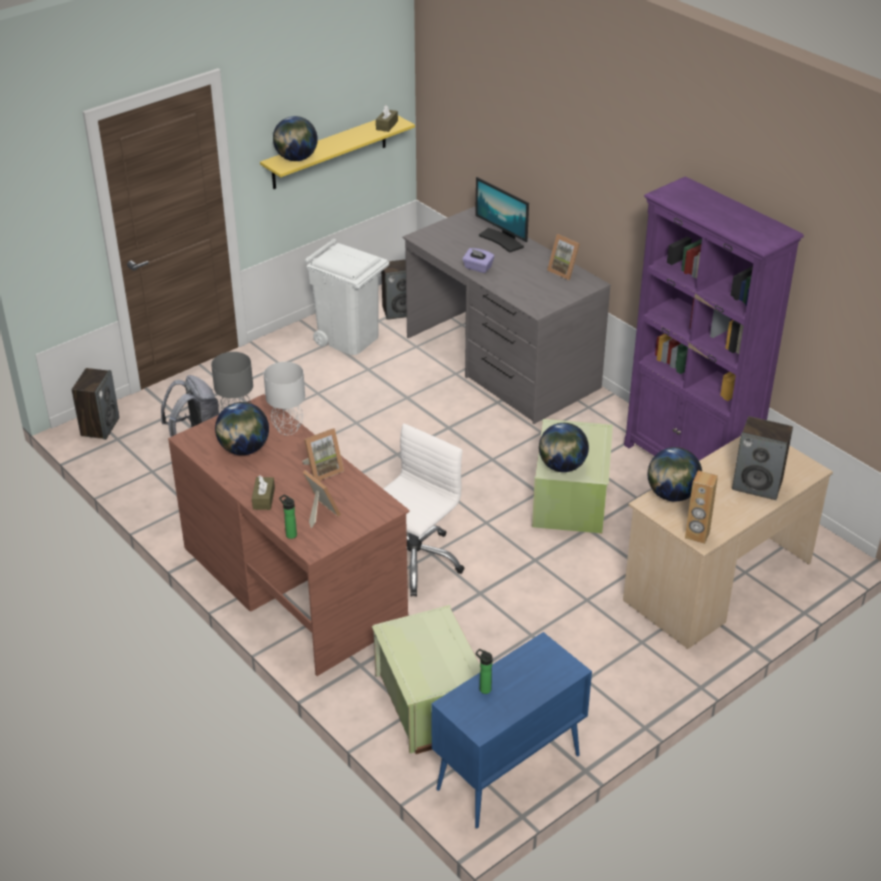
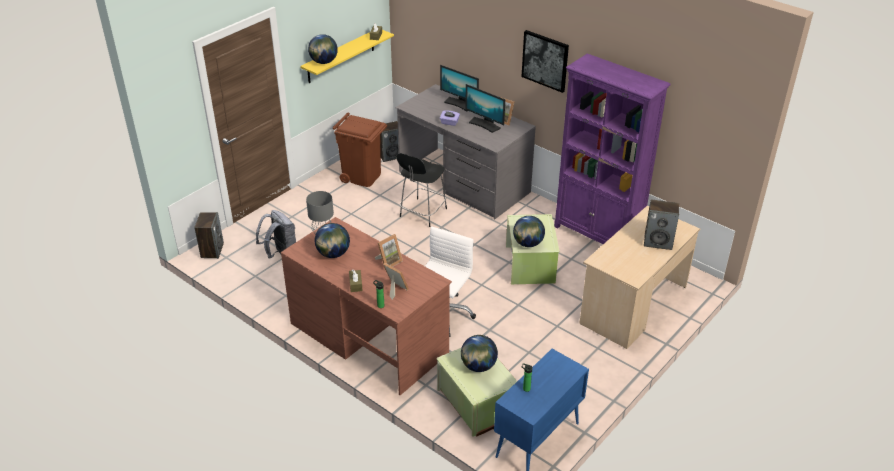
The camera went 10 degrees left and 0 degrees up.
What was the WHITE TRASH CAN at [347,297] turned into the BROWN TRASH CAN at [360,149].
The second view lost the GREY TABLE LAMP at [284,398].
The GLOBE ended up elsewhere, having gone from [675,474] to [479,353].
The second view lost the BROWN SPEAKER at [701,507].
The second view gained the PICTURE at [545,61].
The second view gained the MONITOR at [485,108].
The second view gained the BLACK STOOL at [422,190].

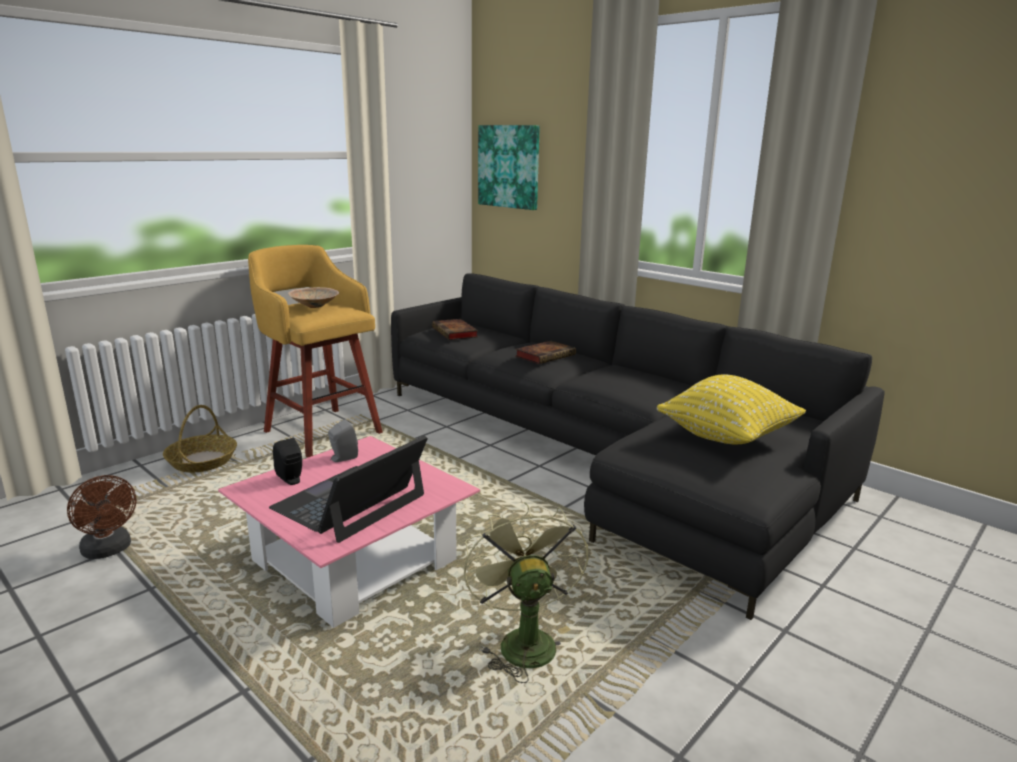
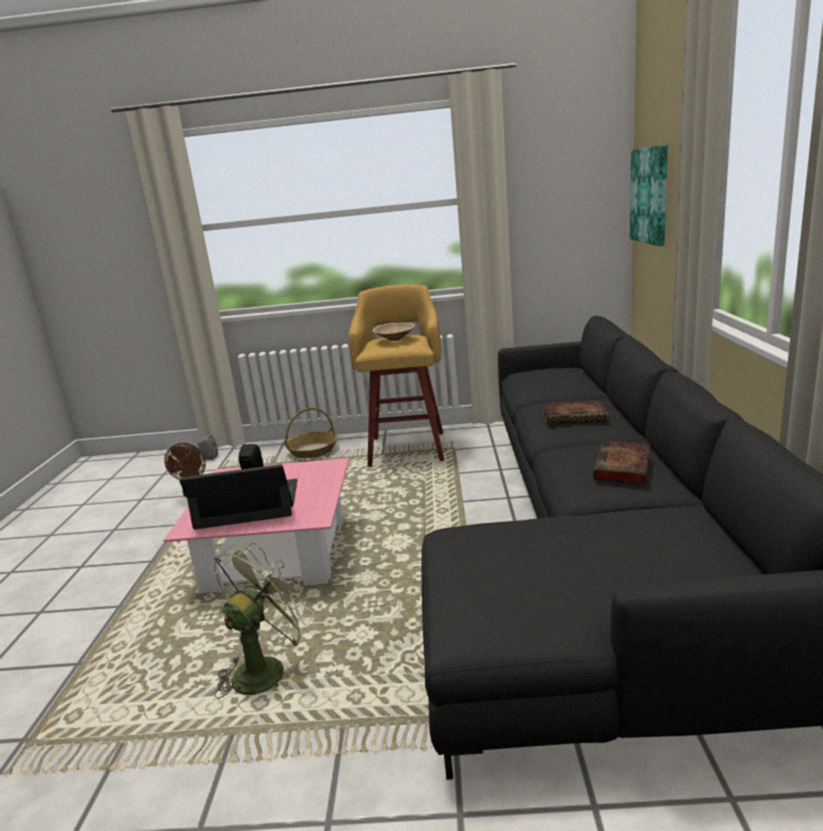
The camera went 50 degrees right and 0 degrees up.
The BOOK ended up elsewhere, having gone from [455,329] to [621,462].
The second view lost the YELLOW PILLOW at [731,409].
The GREY SPEAKER ended up elsewhere, having gone from [343,440] to [208,447].

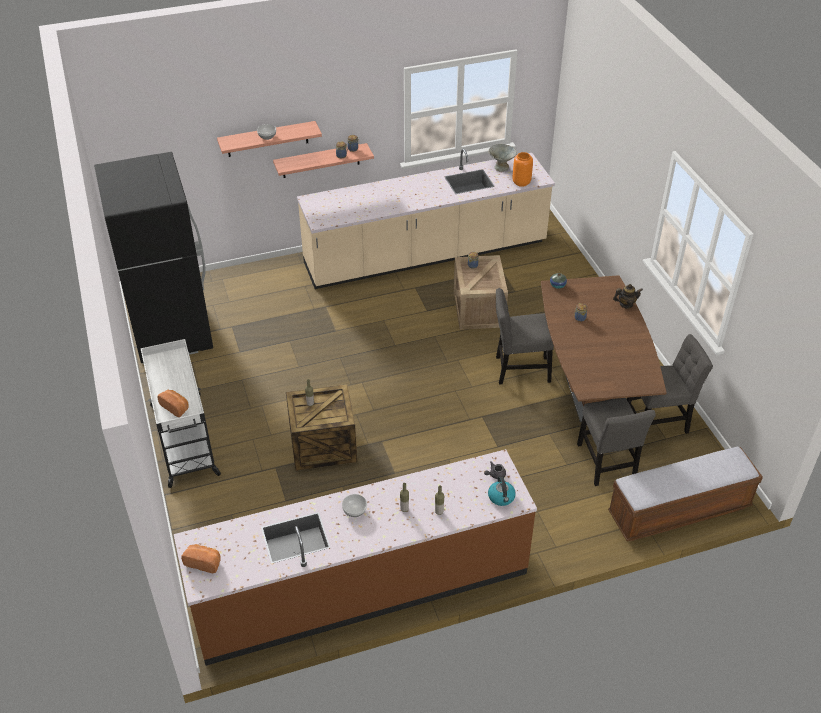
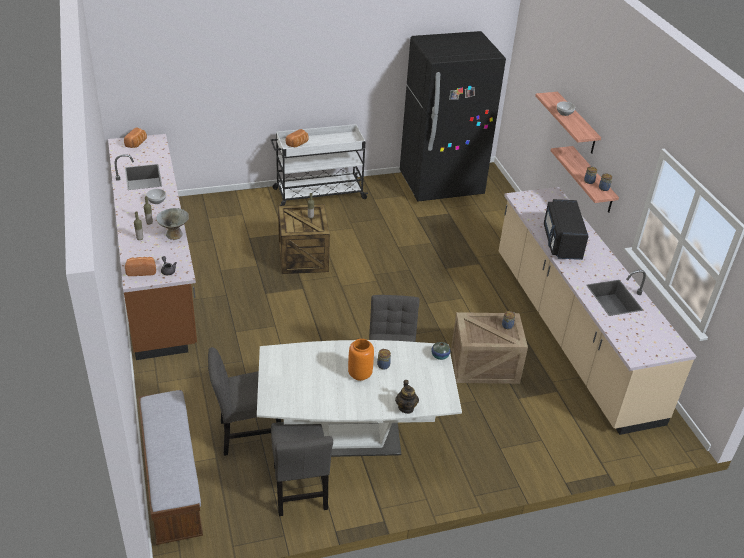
The camera went 90 degrees right and 5 degrees down.
The GREY BOWL ended up elsewhere, having gone from [502,158] to [172,224].
The ORANGE VASE ended up elsewhere, having gone from [523,169] to [361,360].
What was the BROWN DINING TABLE at [604,348] turned into the WHITE DINING TABLE at [359,398].
Where the KETTLE stood at [502,491], the BREAD came to stand at [140,266].
The second view gained the BLACK MICROWAVE at [566,229].

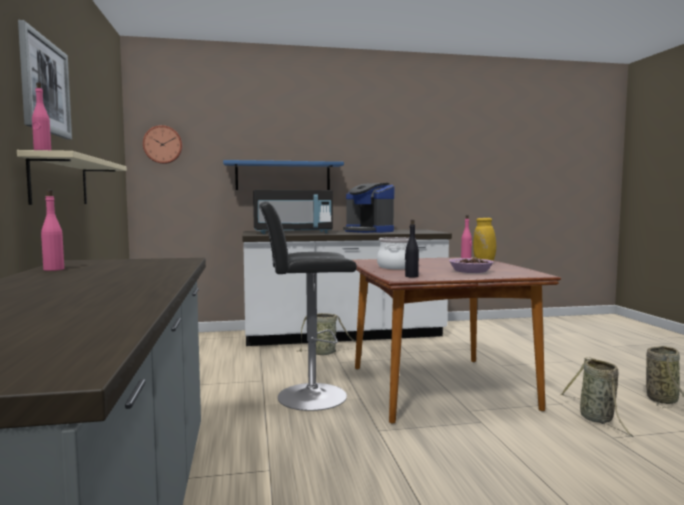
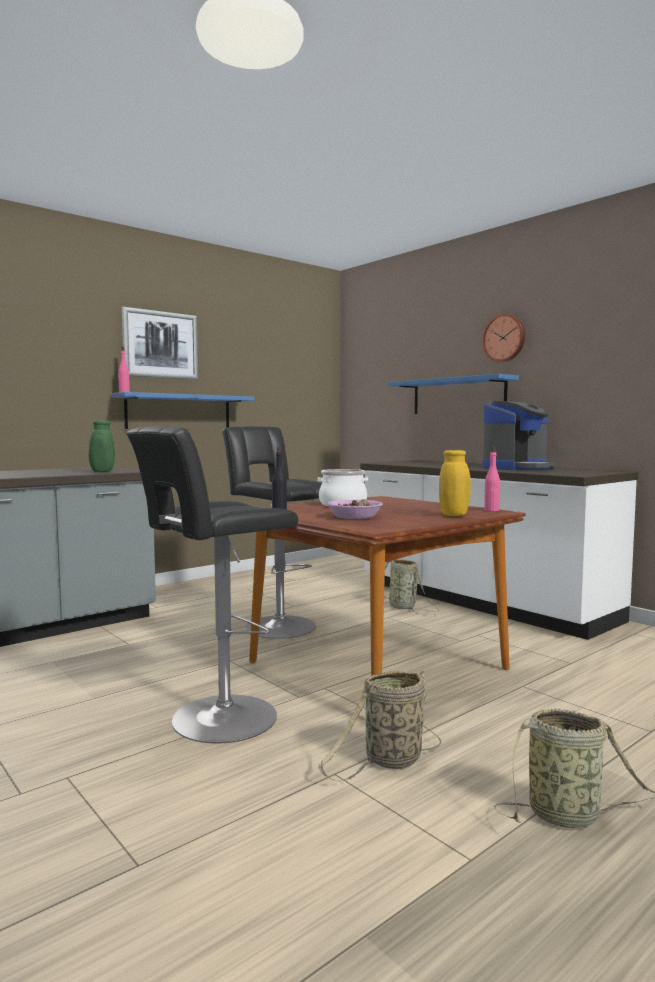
The camera went 60 degrees right and 0 degrees up.
The WALL CLOCK ended up elsewhere, having gone from [163,144] to [503,338].
What was the BEIGE SHELF at [72,177] turned into the BLUE SHELF at [182,410].
The COFFEE MACHINE at [368,208] ended up facing another way, 150 degrees counterclockwise from before.
The second view lost the PINK BOTTLE at [52,230].
The second view lost the BLACK MICROWAVE at [293,212].
The second view gained the GREEN VASE at [92,445].
The second view gained the BLACK STOOL at [212,584].

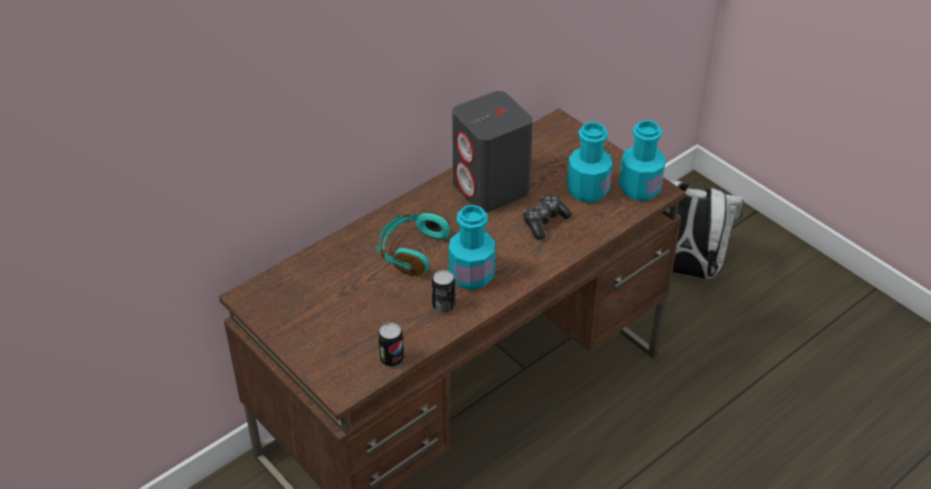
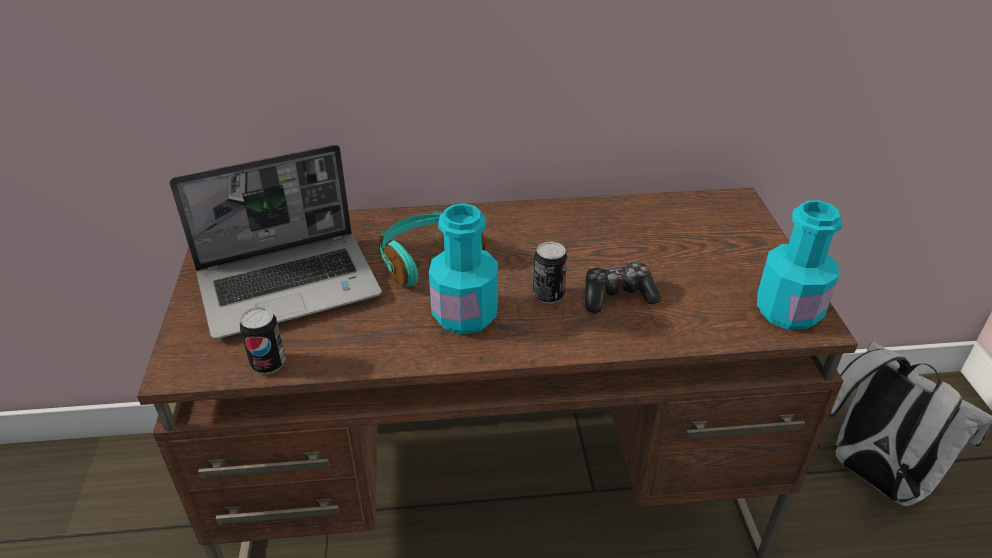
The camera went 35 degrees right and 5 degrees down.
The second view lost the GREY SPEAKER at [492,152].
The second view lost the TURQUOISE BOTTLE at [590,162].
The CAN ended up elsewhere, having gone from [443,291] to [550,273].
The second view gained the LAPTOP at [275,242].

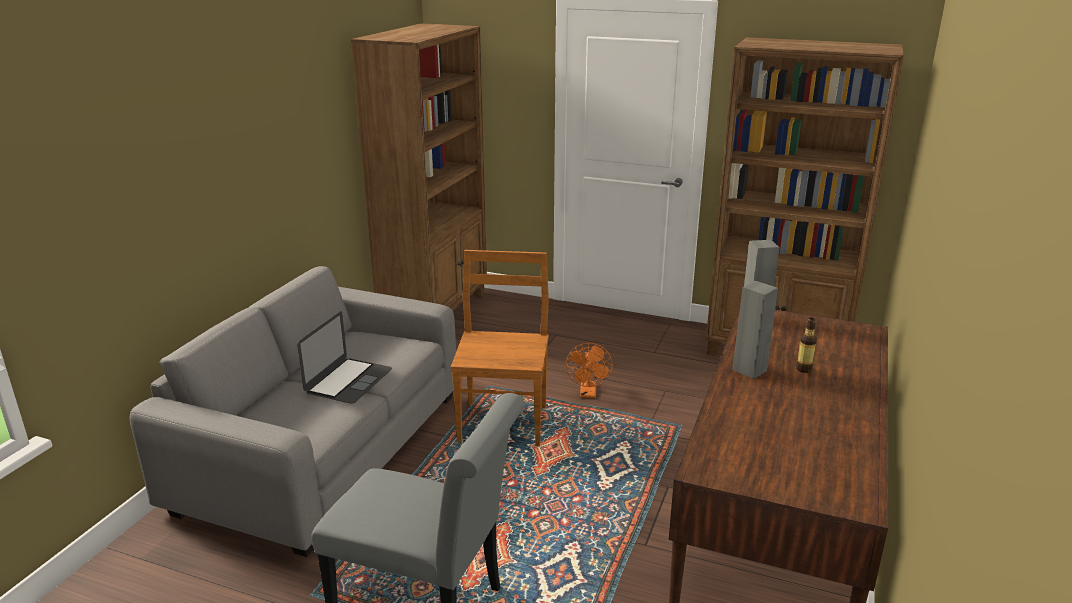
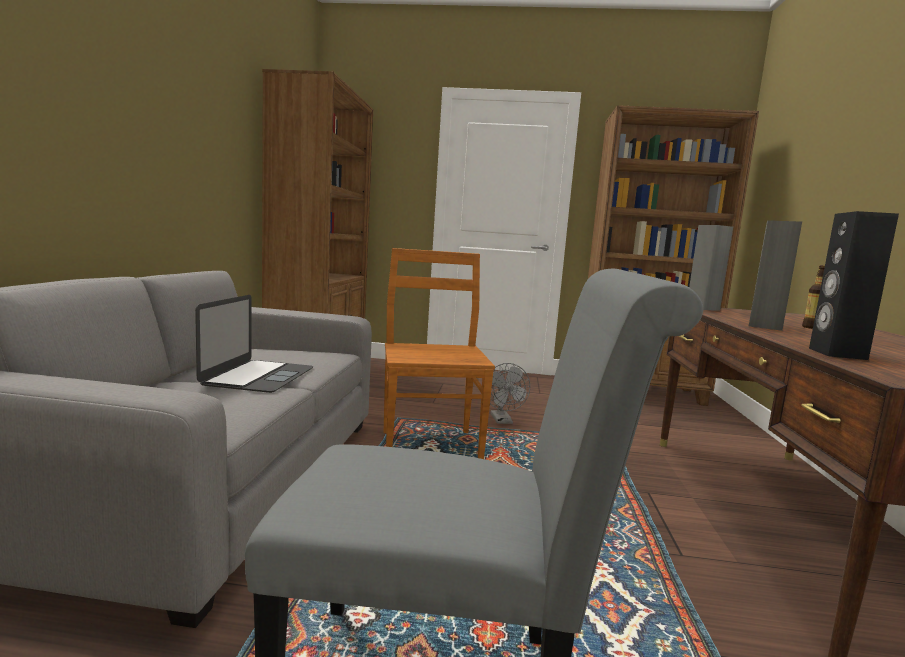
The camera went 15 degrees left and 15 degrees down.
What was the ORANGE FAN at [589,370] turned into the GREY FAN at [510,393].
The second view gained the BLACK SPEAKER at [854,285].

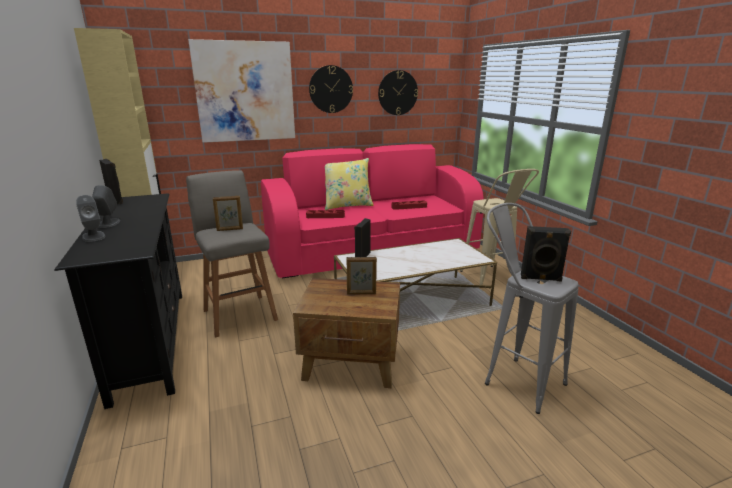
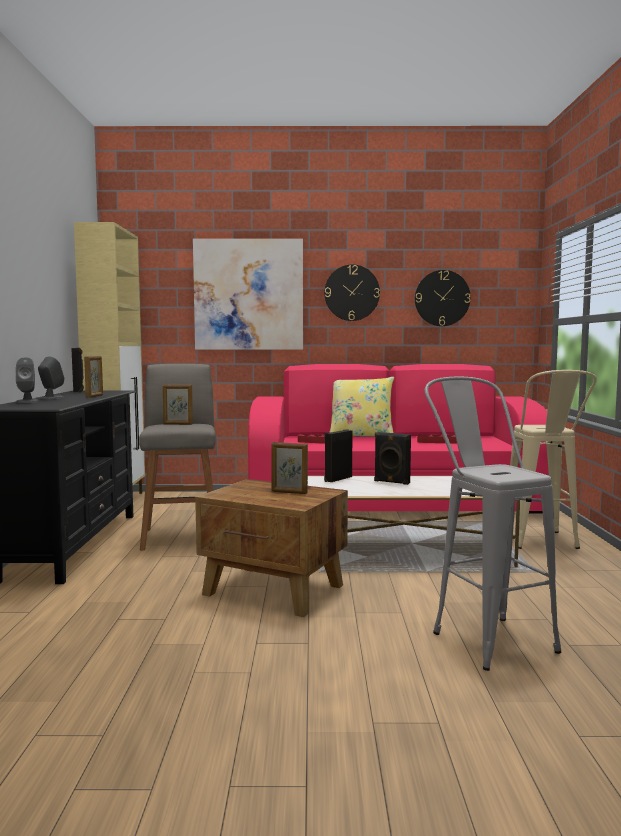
The camera went 20 degrees right and 15 degrees down.
The BLACK SPEAKER ended up elsewhere, having gone from [546,254] to [392,458].
The second view gained the PICTURE FRAME at [93,377].

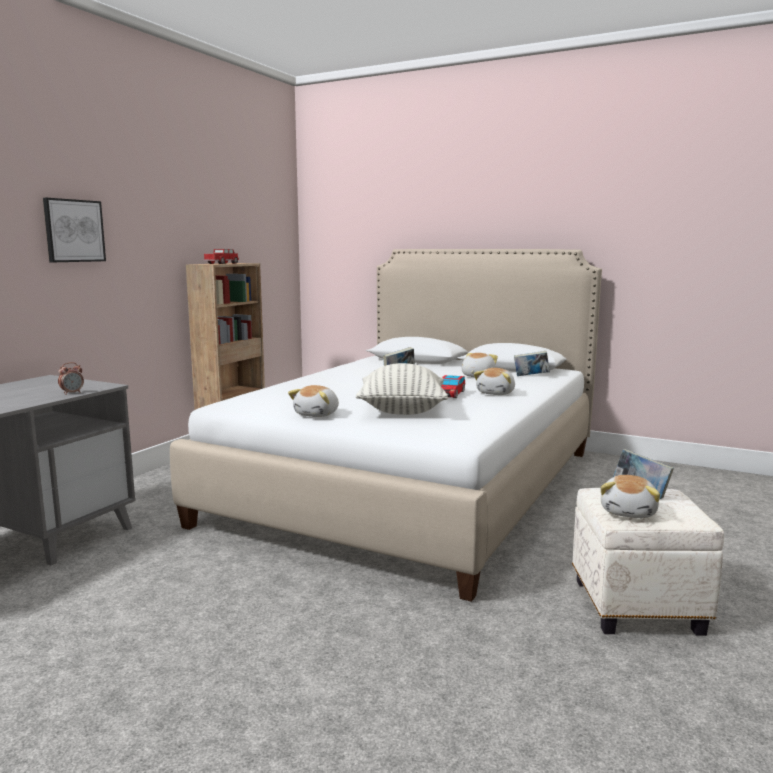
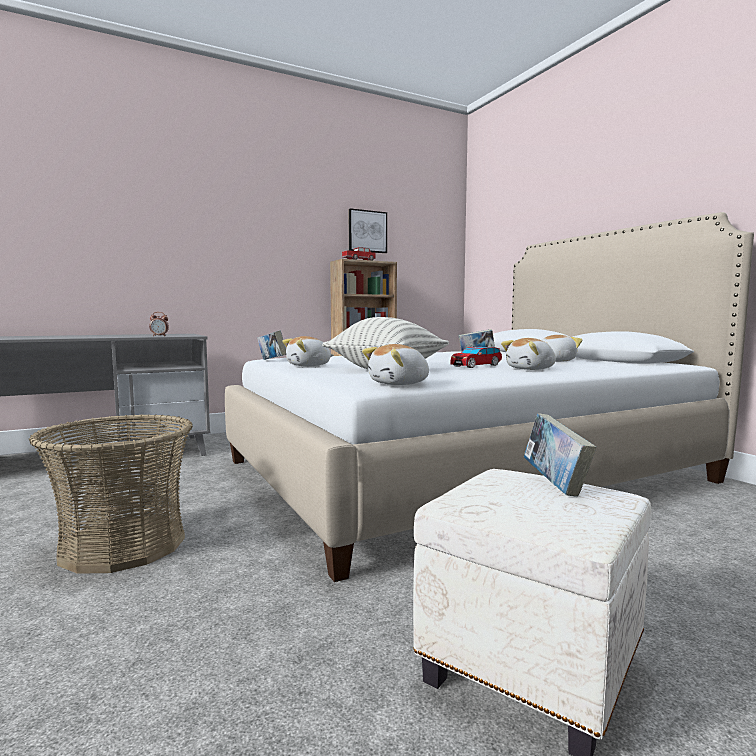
The camera went 35 degrees right and 5 degrees down.
The PICTURE ended up elsewhere, having gone from [74,230] to [368,230].
The BOOK ended up elsewhere, having gone from [532,363] to [271,345].
The PLUSH TOY ended up elsewhere, having gone from [630,496] to [395,364].
The second view gained the BASKET at [111,494].

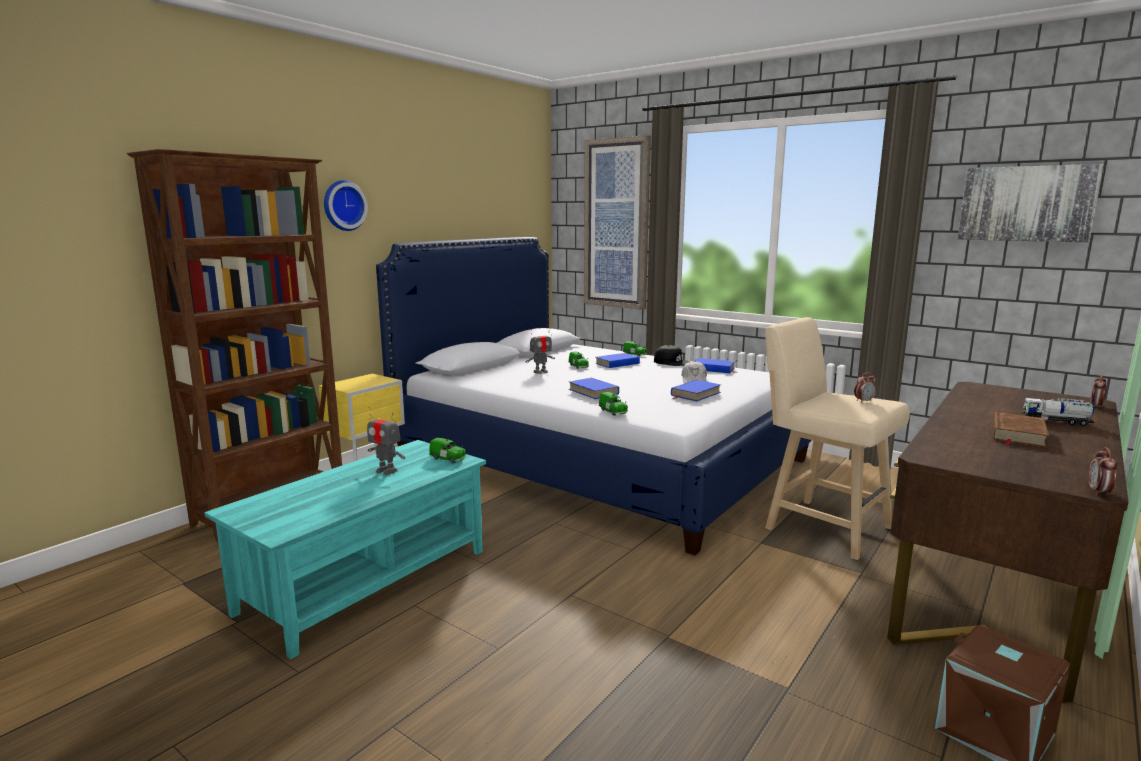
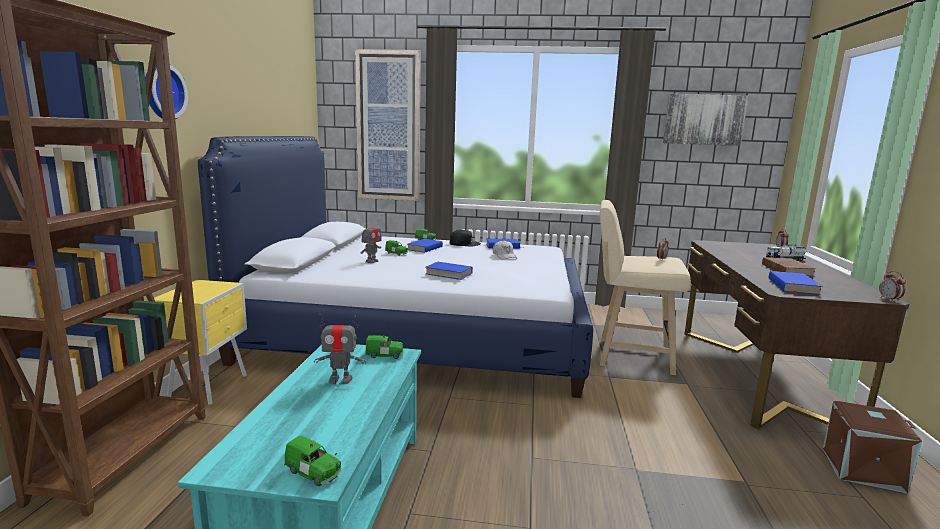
The camera went 30 degrees left and 0 degrees up.
The BLUE BOOK ended up elsewhere, having gone from [696,390] to [796,283].
The GREEN TOY CAR ended up elsewhere, having gone from [613,404] to [312,461].

